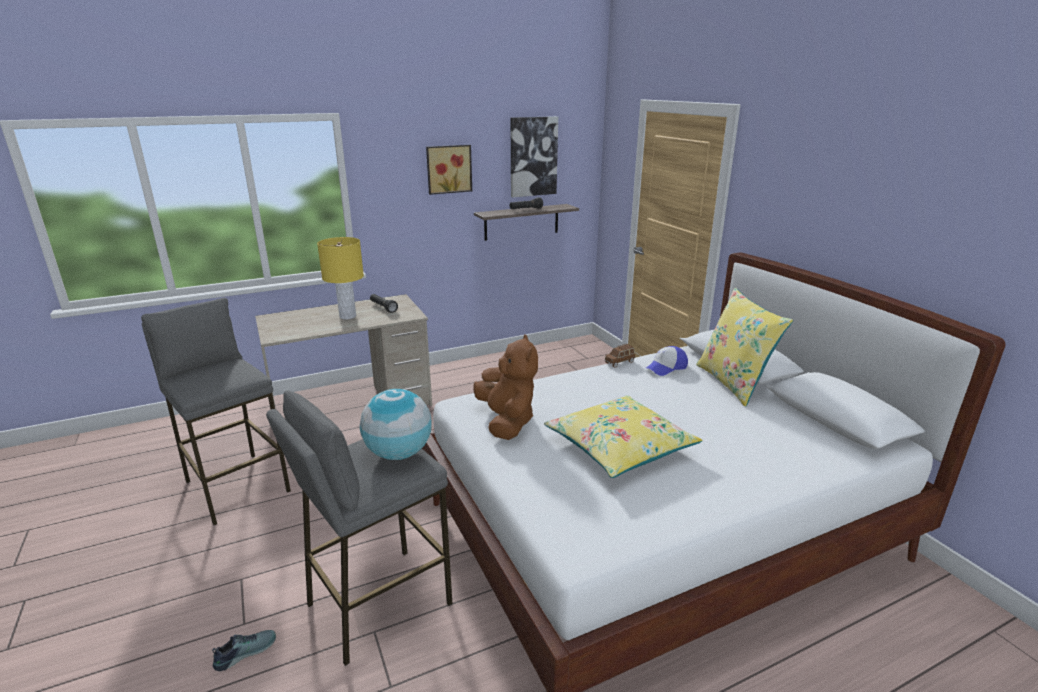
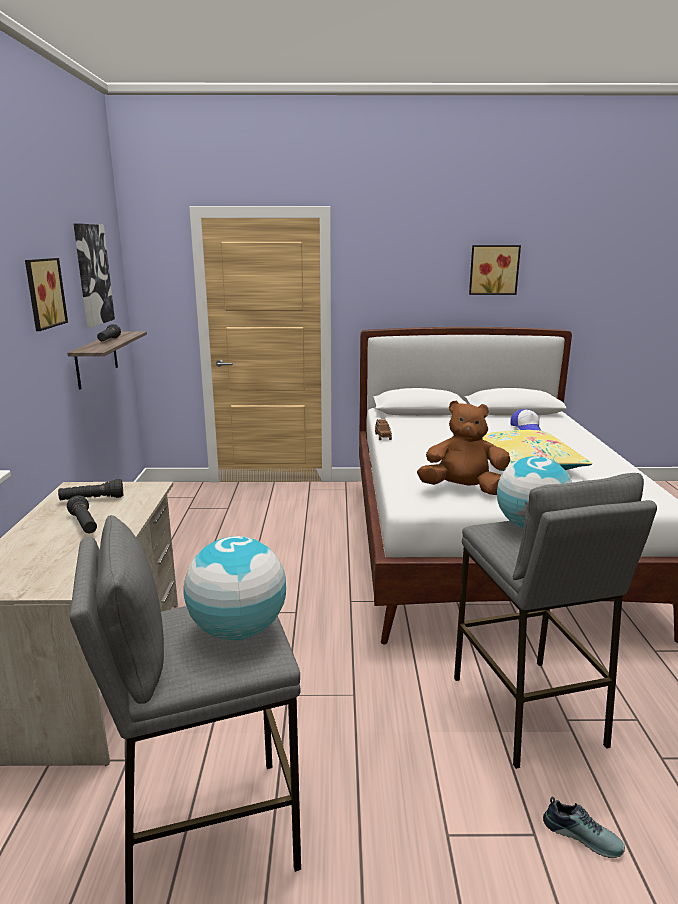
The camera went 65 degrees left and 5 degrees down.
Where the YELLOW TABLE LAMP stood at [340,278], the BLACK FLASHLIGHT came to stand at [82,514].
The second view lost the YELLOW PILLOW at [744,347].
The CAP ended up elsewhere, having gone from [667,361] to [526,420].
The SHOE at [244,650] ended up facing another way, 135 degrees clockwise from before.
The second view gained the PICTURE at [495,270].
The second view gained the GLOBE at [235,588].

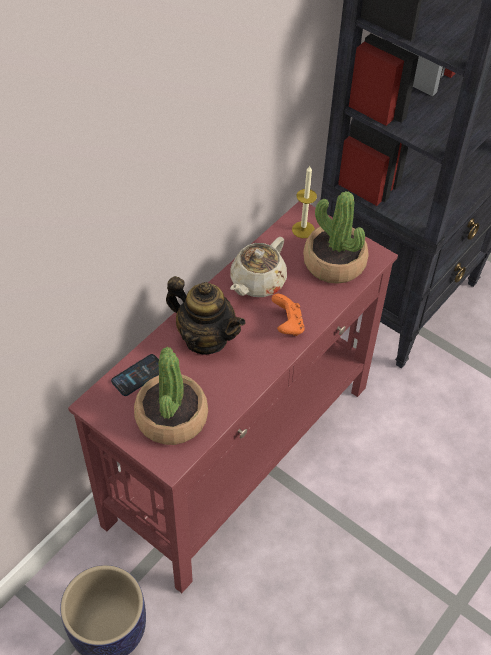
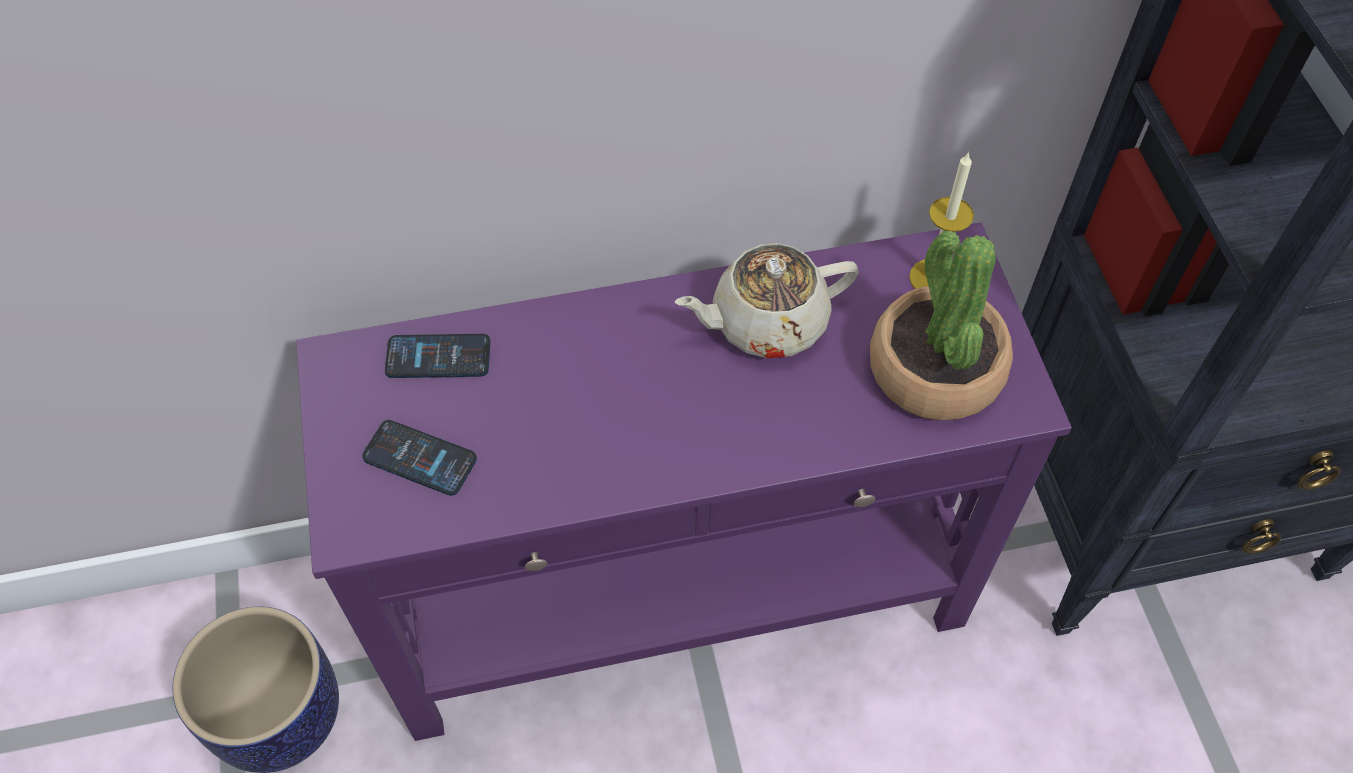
The camera went 40 degrees right and 5 degrees up.
What was the RED CONSOLE TABLE at [233,397] turned into the PURPLE CONSOLE TABLE at [684,481].
The second view lost the TEAPOT at [205,315].
The second view lost the ORANGE GAME CONTROLLER at [288,315].
Where the POTTED PLANT stood at [171,396], the PHONE came to stand at [419,457].

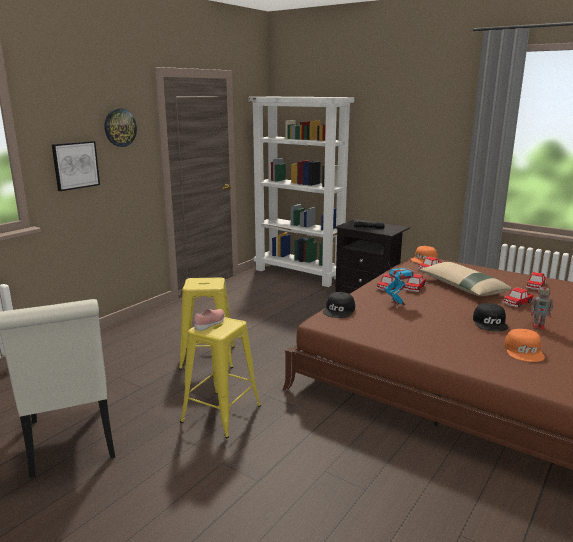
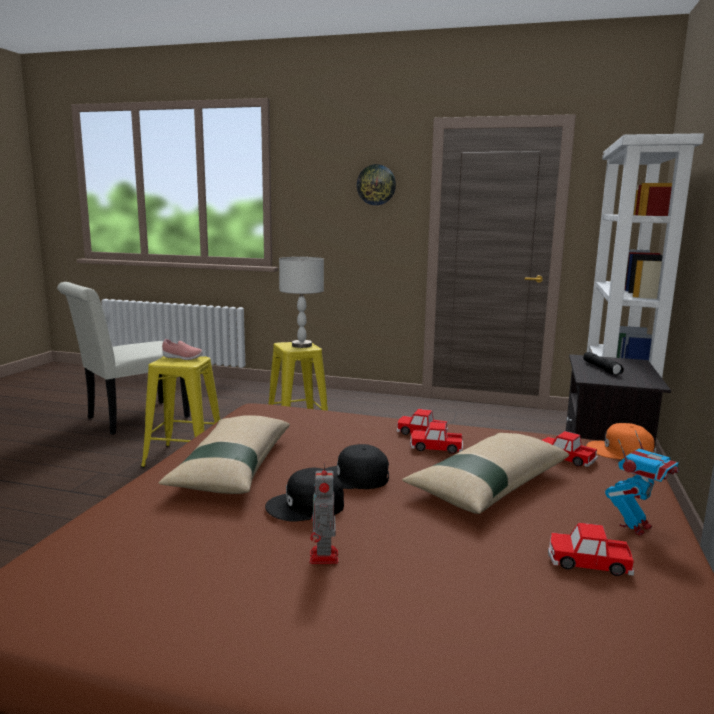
The camera went 70 degrees right and 5 degrees down.
The second view lost the PICTURE at [75,166].
The TOY ROBOT ended up elsewhere, having gone from [399,284] to [642,483].
The second view lost the TOY CAR at [518,297].
The BLACK CAP ended up elsewhere, having gone from [339,305] to [357,466].
The second view lost the ORANGE CAP at [524,345].
The second view gained the GREY TABLE LAMP at [301,302].
The second view gained the BEIGE PILLOW at [224,454].

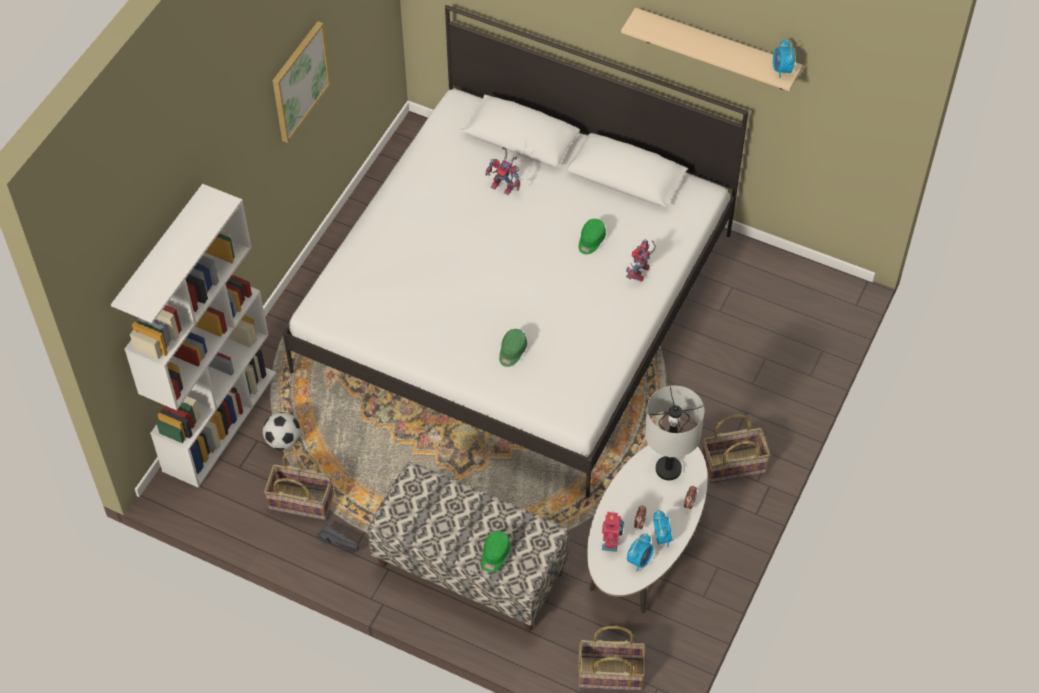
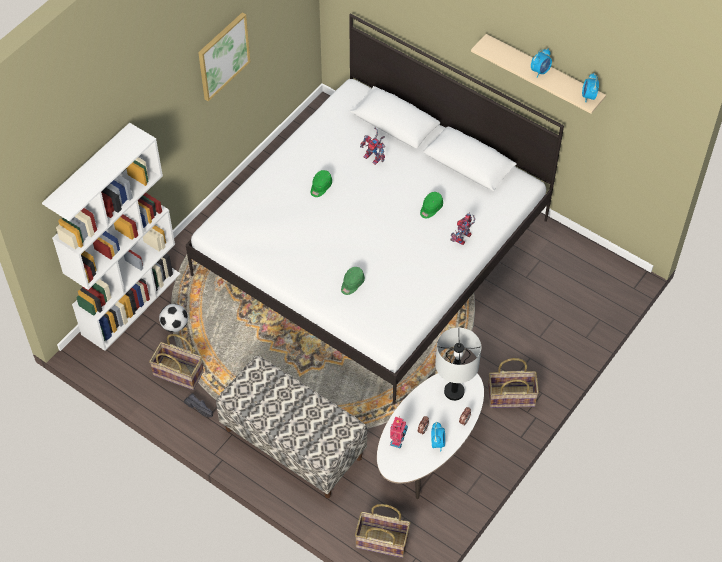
The camera went 10 degrees right and 0 degrees up.
The GREEN CAP ended up elsewhere, having gone from [496,552] to [321,183].
The ALARM CLOCK ended up elsewhere, having gone from [640,552] to [541,63].

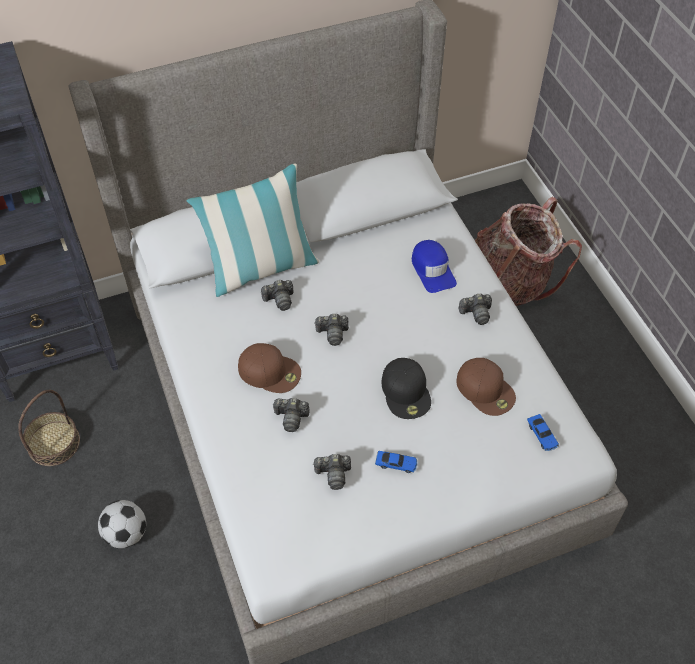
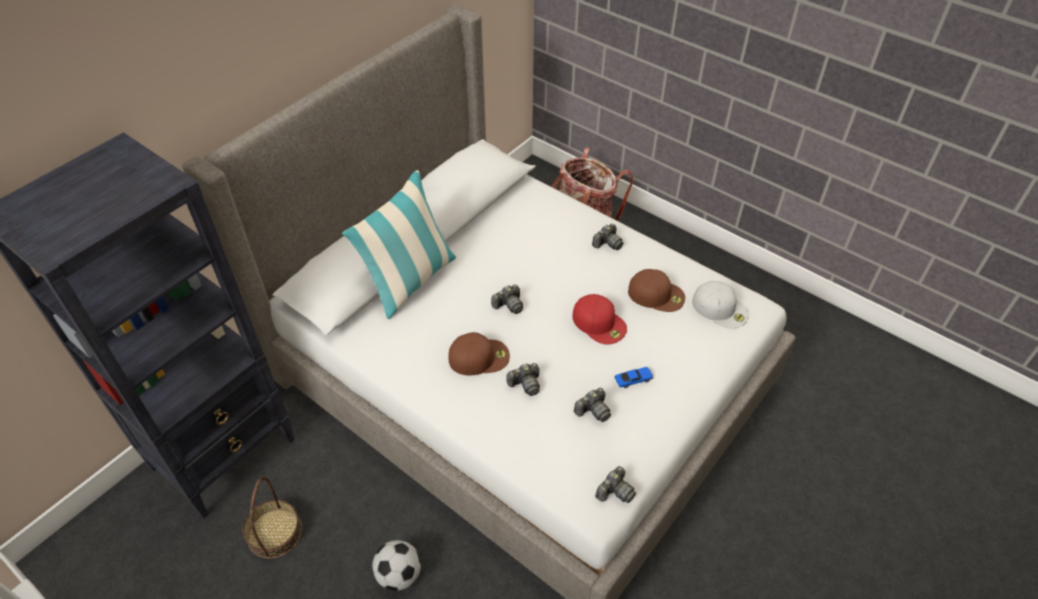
The camera went 30 degrees left and 5 degrees down.
The second view lost the BLUE CAP at [434,266].
The PHOTO CAMERA ended up elsewhere, having gone from [277,295] to [615,484].
What was the BLACK CAP at [406,388] turned into the RED CAP at [599,319].
Where the TOY CAR stood at [543,432], the WHITE CAP came to stand at [720,305].

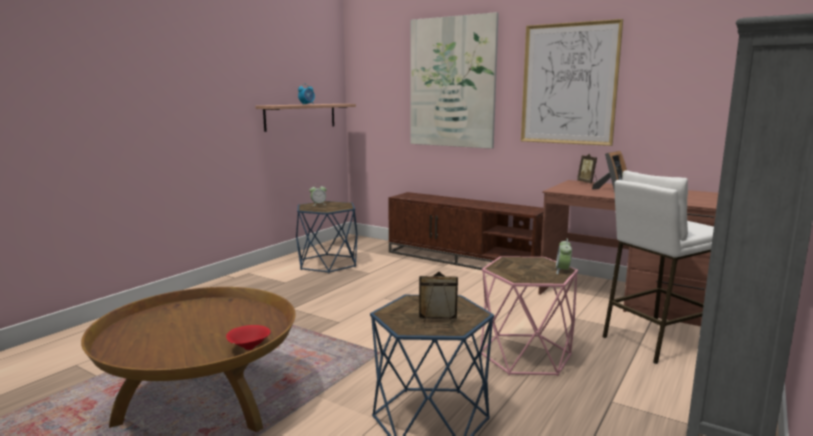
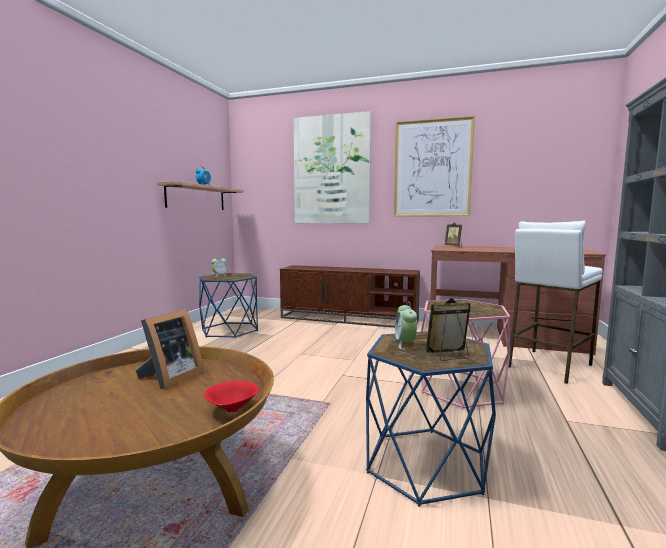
The camera went 15 degrees left and 5 degrees down.
The PICTURE FRAME ended up elsewhere, having gone from [609,172] to [170,349].
The ALARM CLOCK ended up elsewhere, having gone from [564,256] to [405,325].

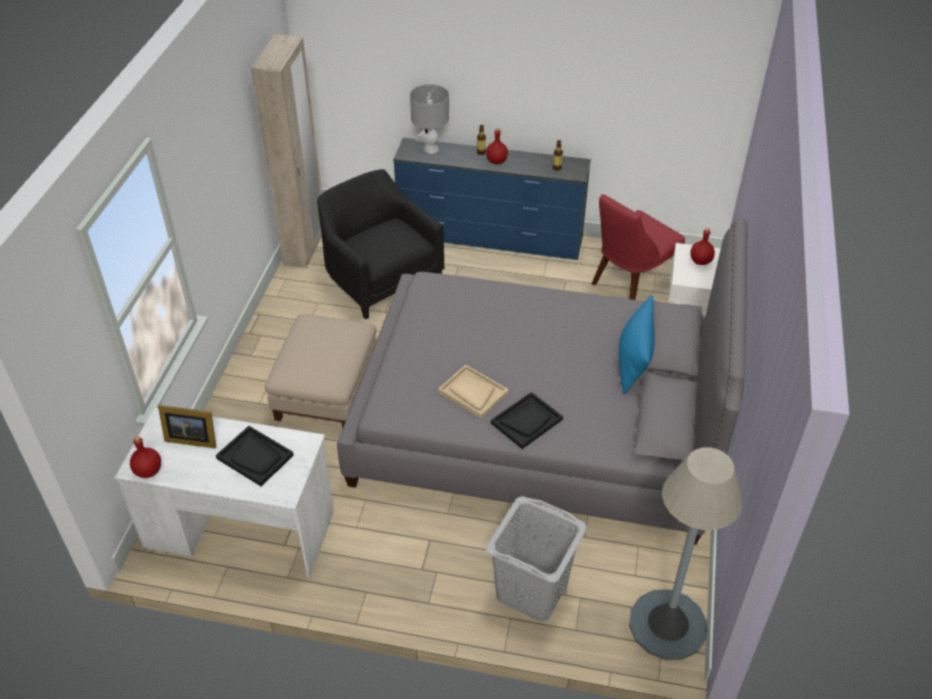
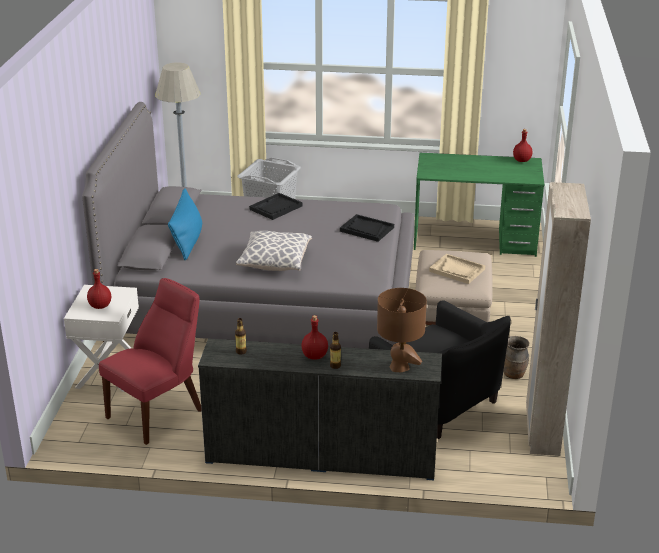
The camera went 175 degrees right and 15 degrees down.
What was the GREY TABLE LAMP at [429,119] turned into the BROWN TABLE LAMP at [402,330].
The BEIGE TRAY ended up elsewhere, having gone from [473,392] to [457,269].
The second view lost the PICTURE FRAME at [187,427].
What was the WHITE DESK at [224,492] turned into the GREEN DESK at [479,205].
The BLACK TRAY ended up elsewhere, having gone from [255,456] to [367,228].
The second view gained the PILLOW at [274,251].
The second view gained the BROWN VASE at [516,357].

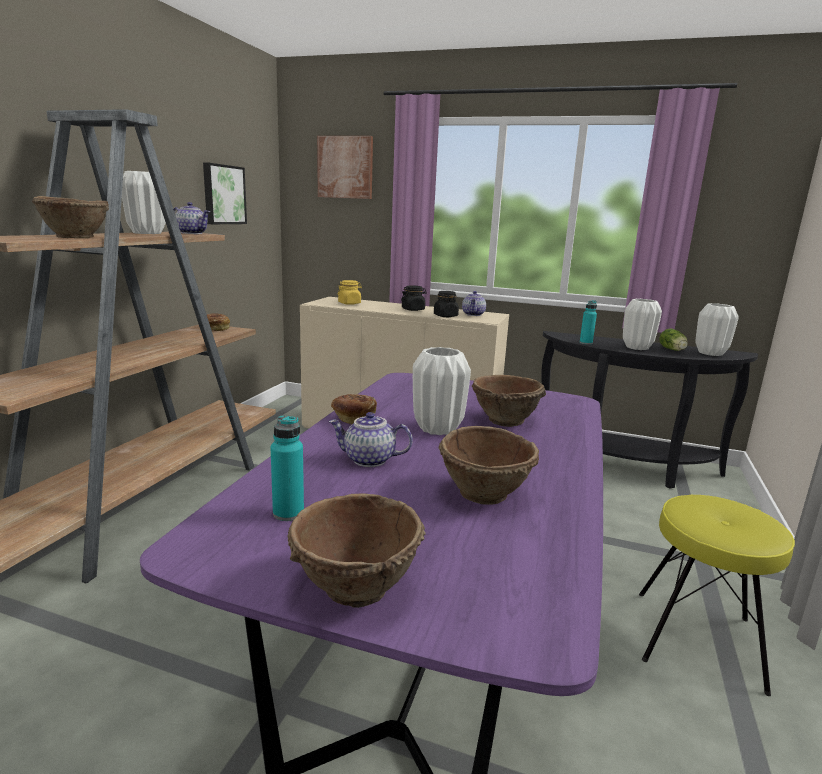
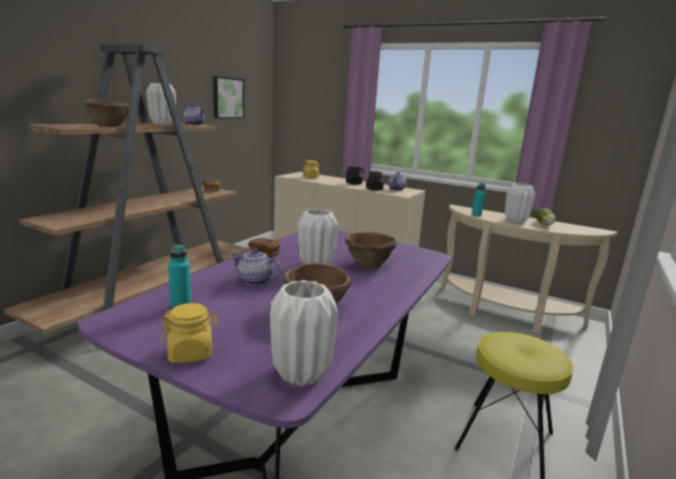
The camera went 10 degrees right and 0 degrees up.
The second view lost the PICTURE at [345,167].
The WHITE VASE ended up elsewhere, having gone from [717,329] to [304,333].
What was the BLACK CONSOLE TABLE at [650,410] turned into the BEIGE CONSOLE TABLE at [528,268].
Where the BROWN BOWL stood at [357,550], the YELLOW JAR came to stand at [189,333].

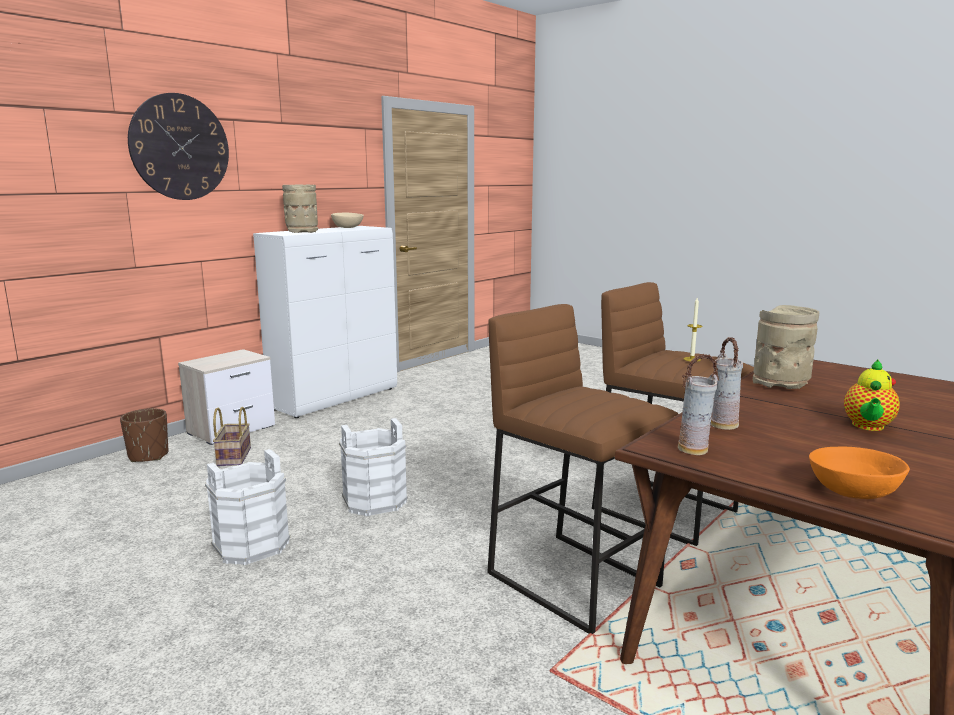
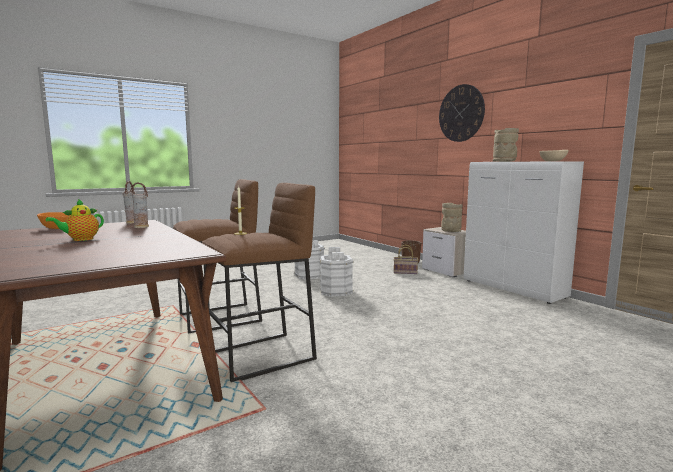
The camera went 105 degrees right and 5 degrees down.
The BEIGE VASE ended up elsewhere, having gone from [786,347] to [452,217].
The TEAPOT at [872,395] ended up facing another way, 90 degrees counterclockwise from before.

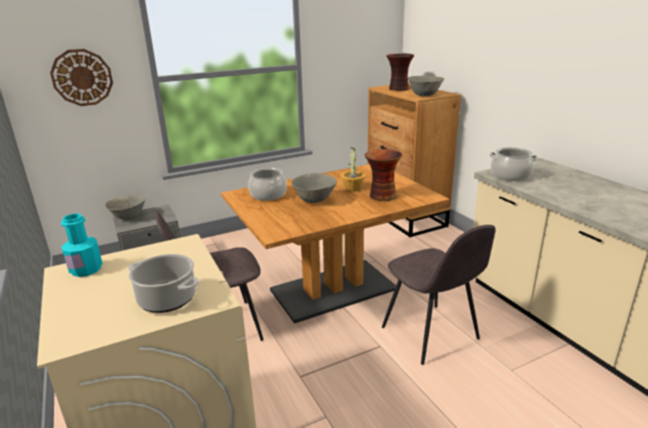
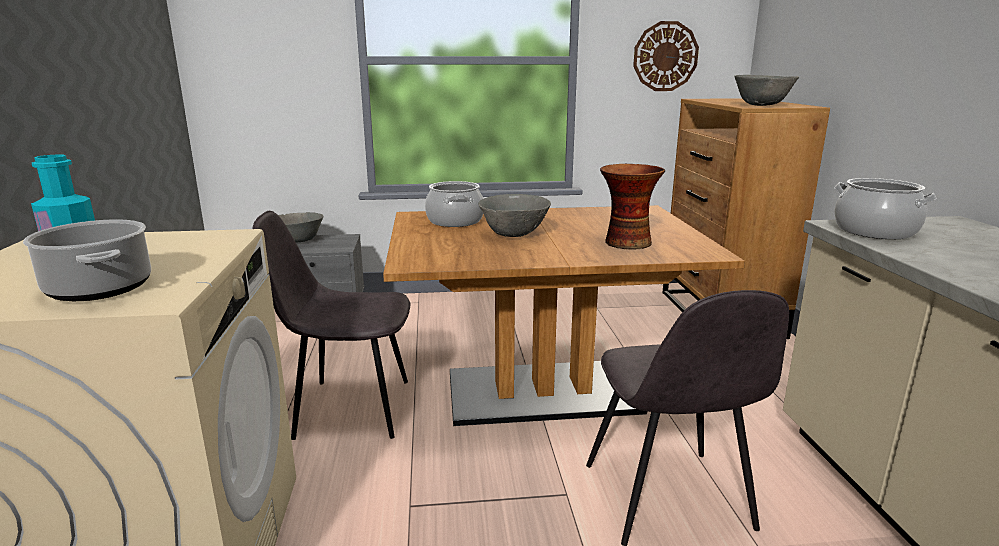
The camera went 20 degrees right and 5 degrees down.
The WALL CLOCK ended up elsewhere, having gone from [81,77] to [666,56].
The second view lost the VASE at [400,72].
The second view lost the POTTED PLANT at [353,169].

